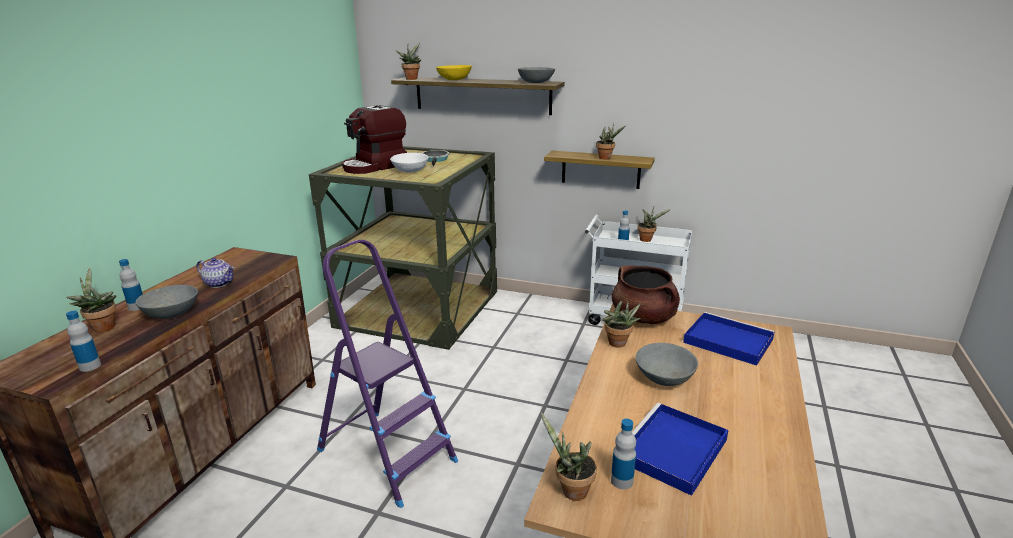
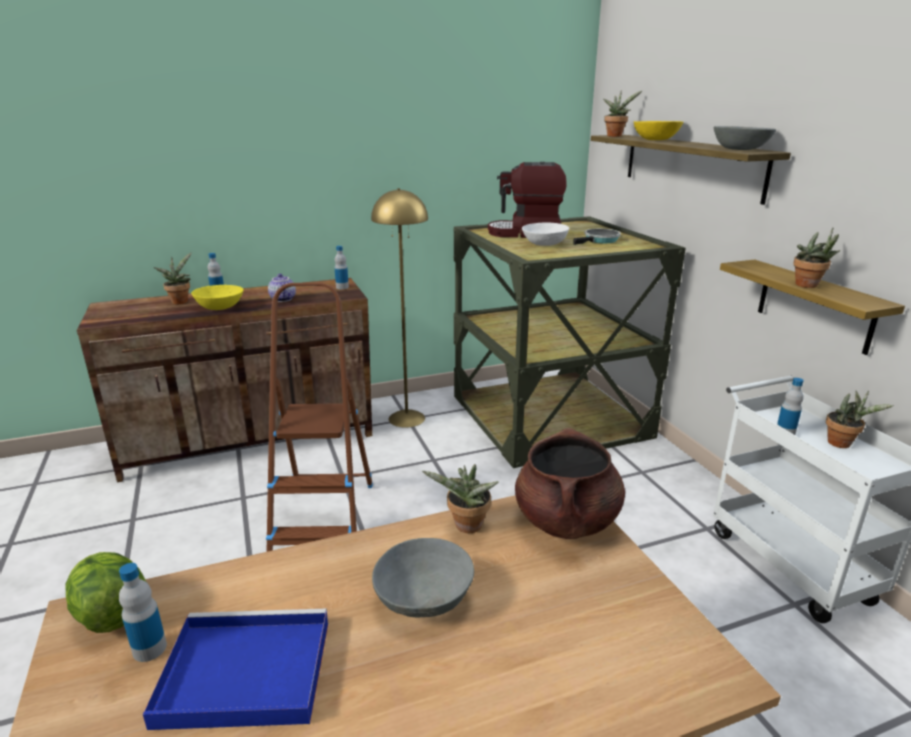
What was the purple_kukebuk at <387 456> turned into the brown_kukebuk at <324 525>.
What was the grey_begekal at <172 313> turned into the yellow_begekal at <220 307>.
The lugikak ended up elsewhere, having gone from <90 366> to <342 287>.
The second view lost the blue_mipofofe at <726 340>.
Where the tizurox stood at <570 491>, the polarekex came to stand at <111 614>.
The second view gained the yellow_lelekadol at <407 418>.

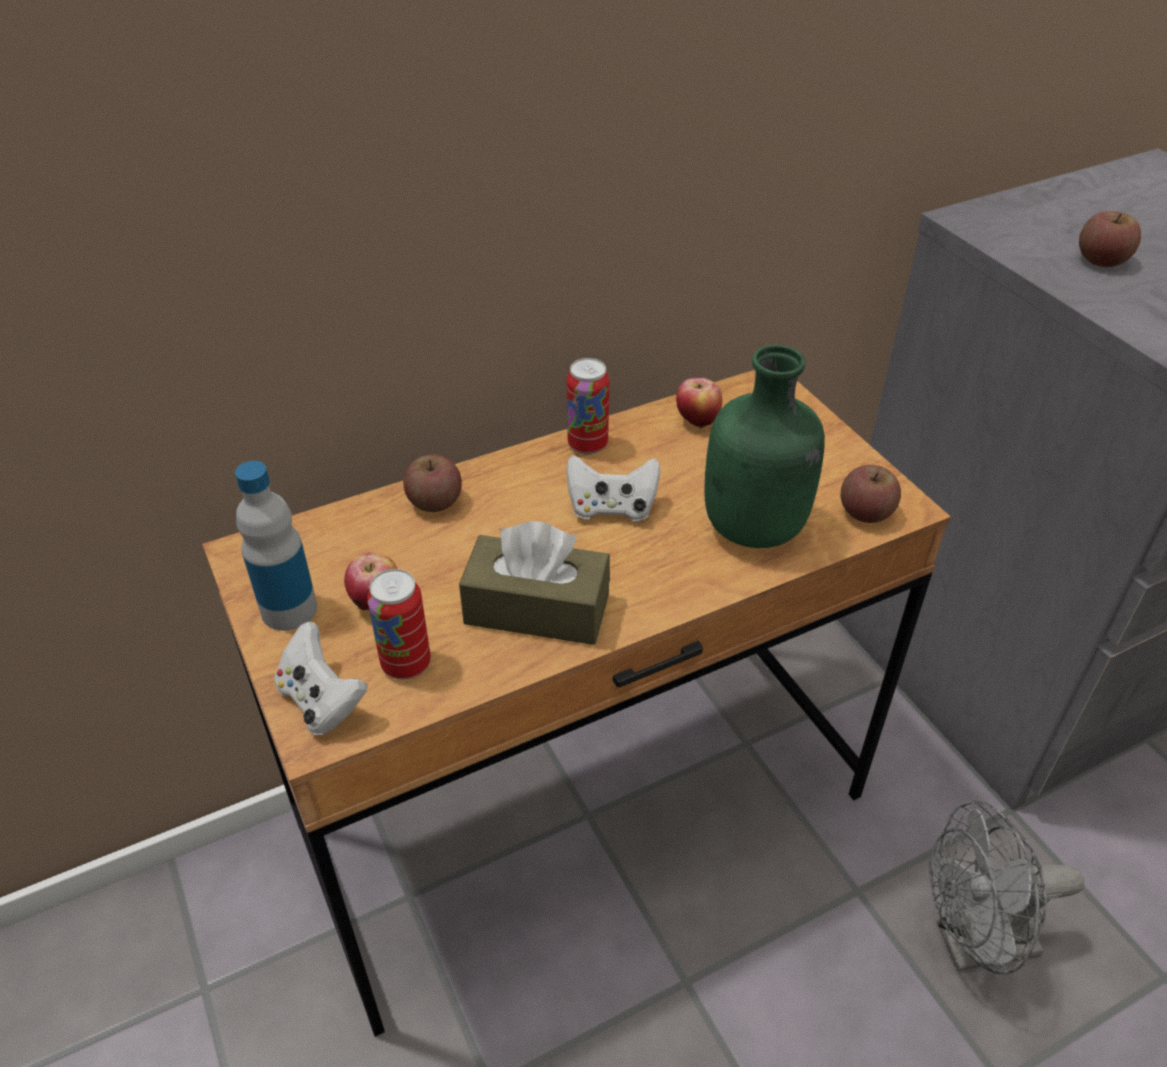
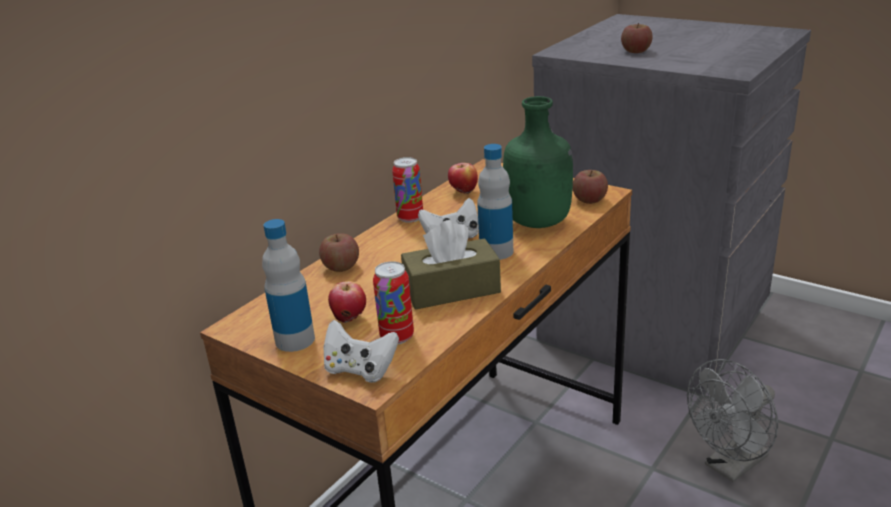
The second view gained the lugikak at <496 251>.

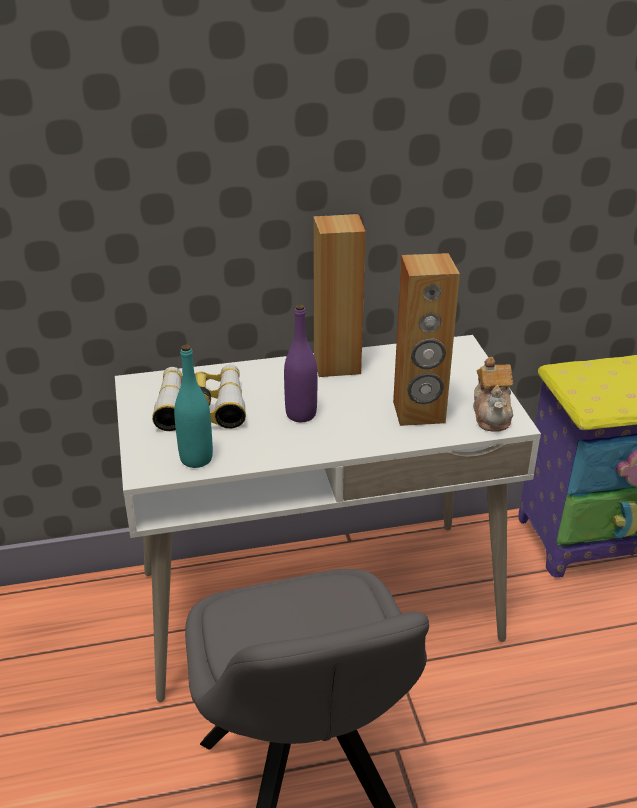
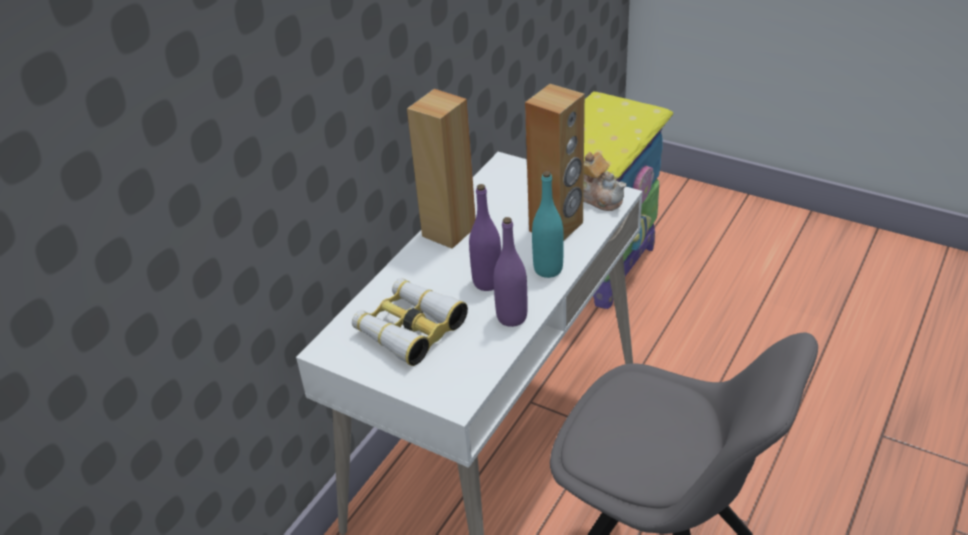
The turquoise_lugikak ended up elsewhere, having gone from <196 459> to <548 269>.
The second view gained the purple_lugikak at <512 317>.

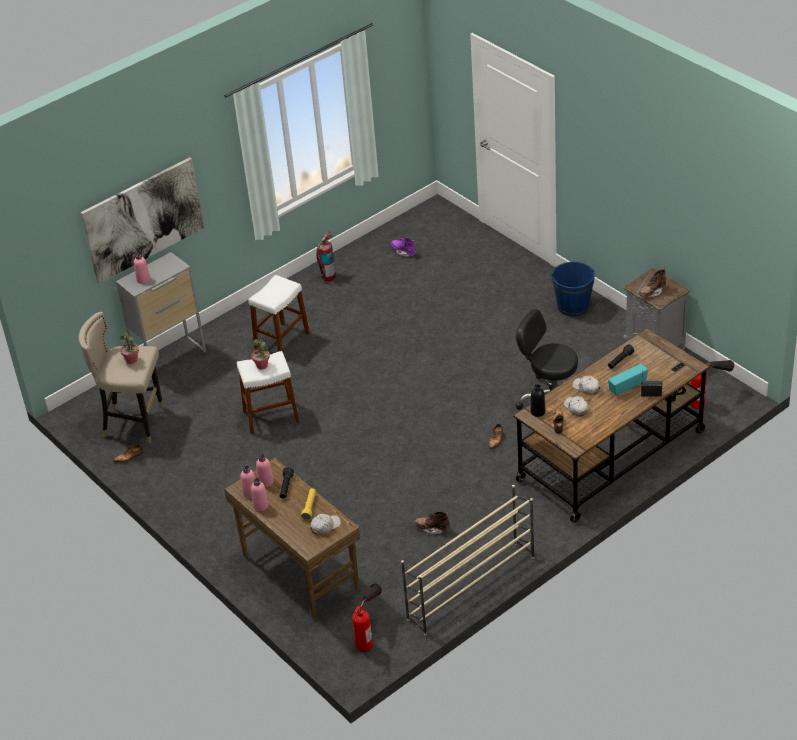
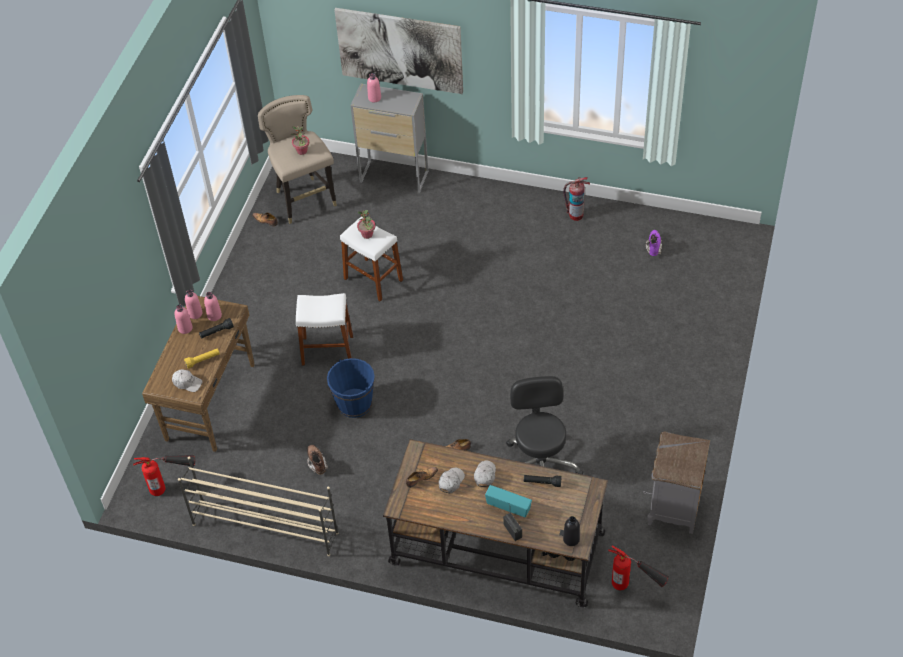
The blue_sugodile ended up elsewhere, having gone from <573 306> to <354 404>.
The second view lost the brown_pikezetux at <652 292>.
The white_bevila ended up elsewhere, having gone from <282 341> to <327 350>.
The black_lugikak ended up elsewhere, having gone from <538 412> to <571 539>.

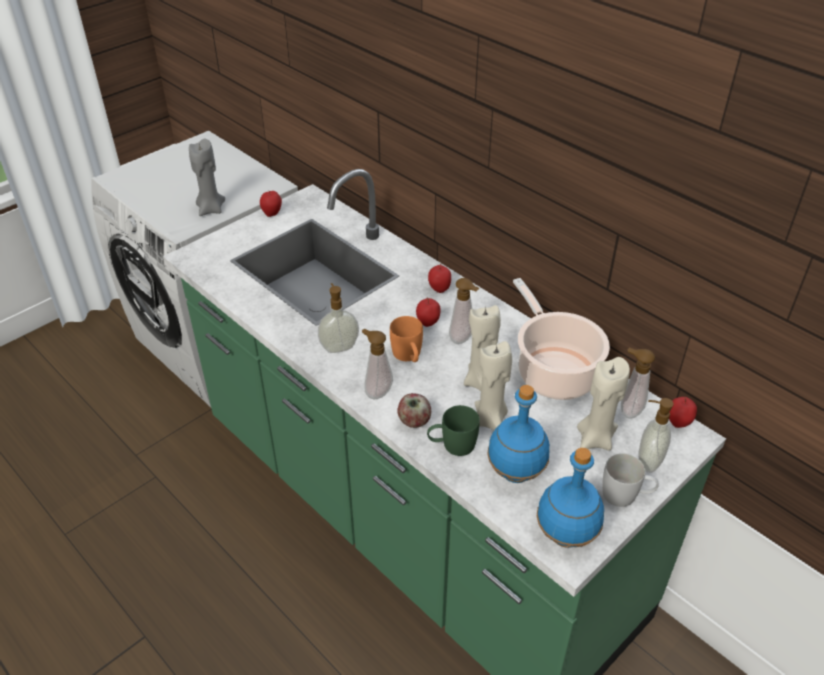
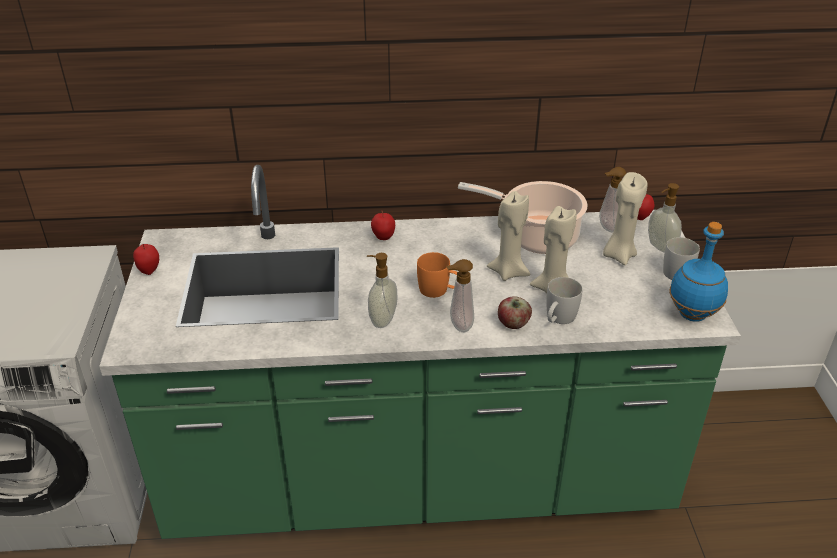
The second view lost the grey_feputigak at <210 209>.
The second view lost the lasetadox at <463 339>.
The second view lost the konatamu at <428 323>.
The second view lost the blue_lugikak at <516 473>.
What was the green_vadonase at <452 445> turned into the white_vadonase at <558 319>.

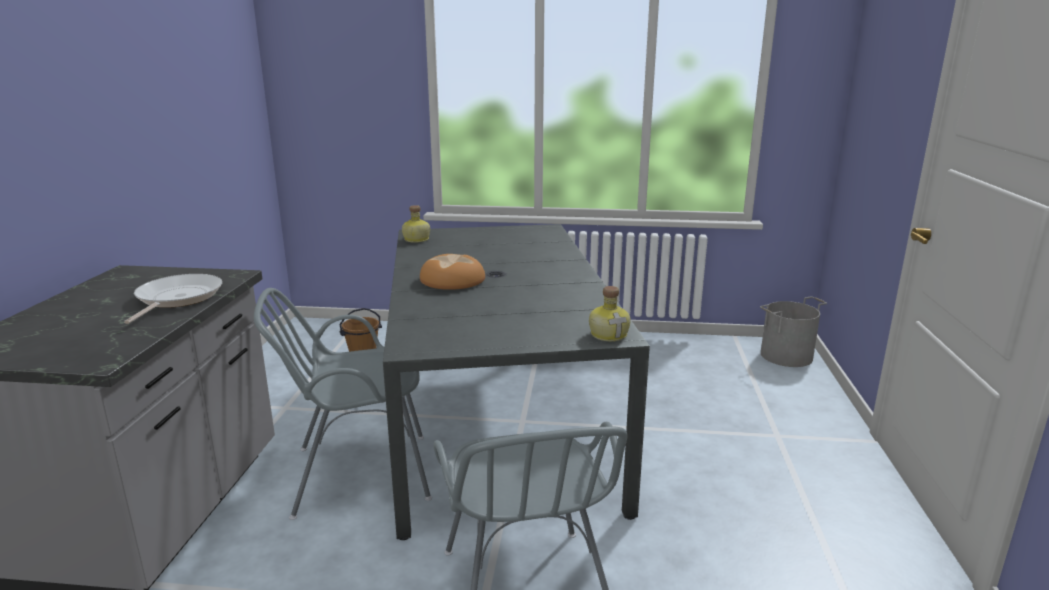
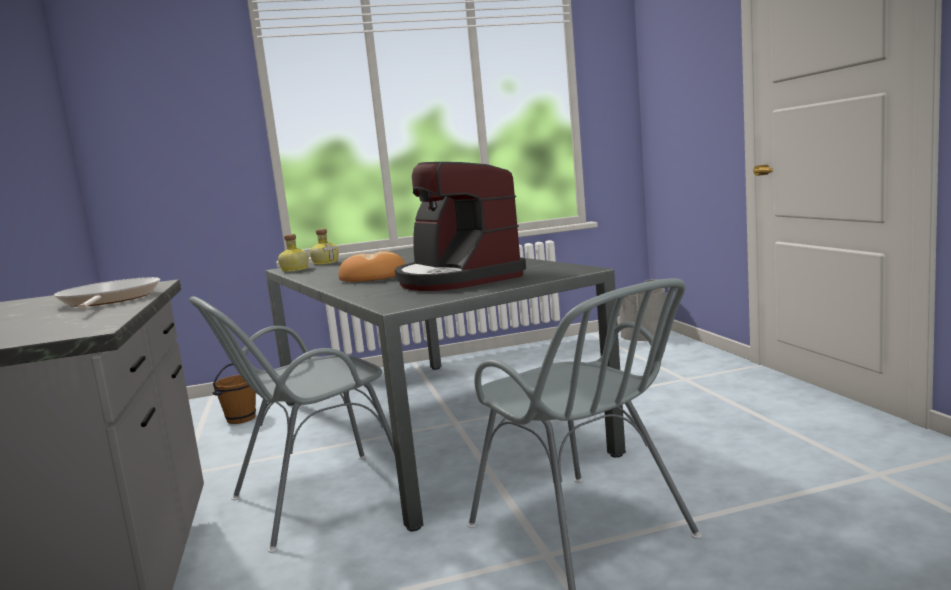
The lugikak ended up elsewhere, having gone from <609 334> to <326 263>.
The second view gained the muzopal at <457 279>.

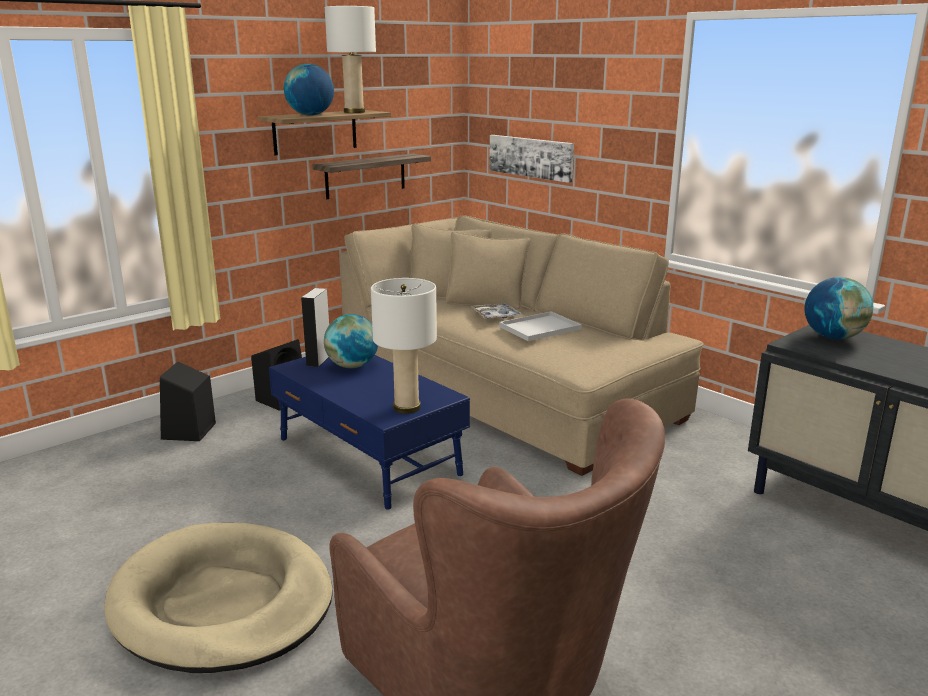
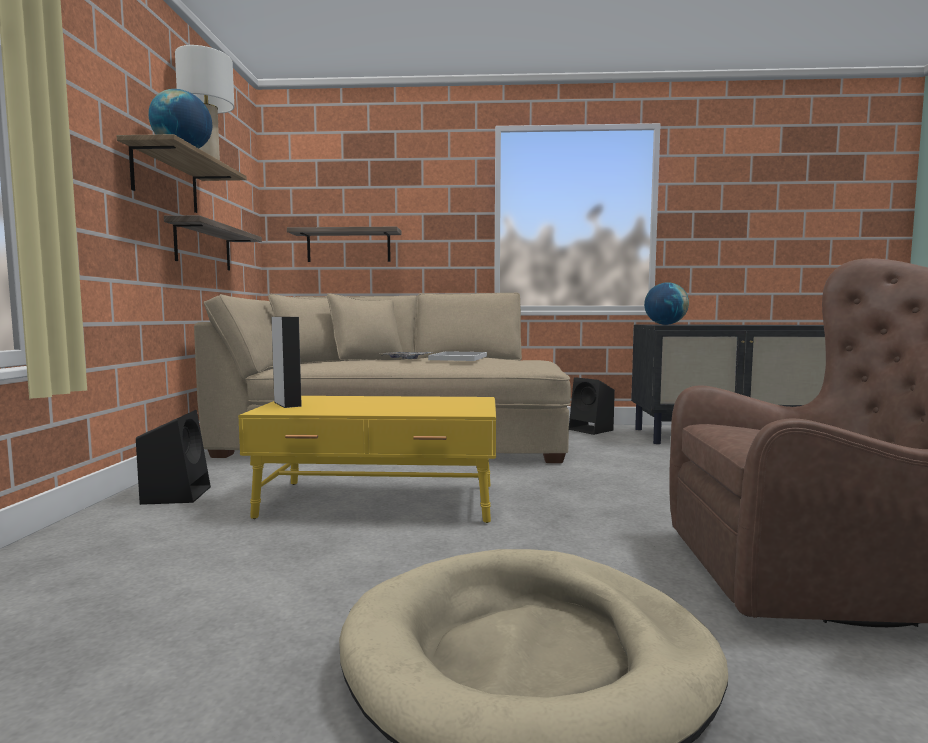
Where the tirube hung at <531 157>, the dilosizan came to hang at <348 246>.
The second view lost the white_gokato at <406 408>.
The second view lost the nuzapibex at <352 366>.
What was the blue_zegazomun at <369 457> turned into the yellow_zegazomun at <382 501>.
The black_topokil ended up elsewhere, having gone from <188 432> to <592 430>.

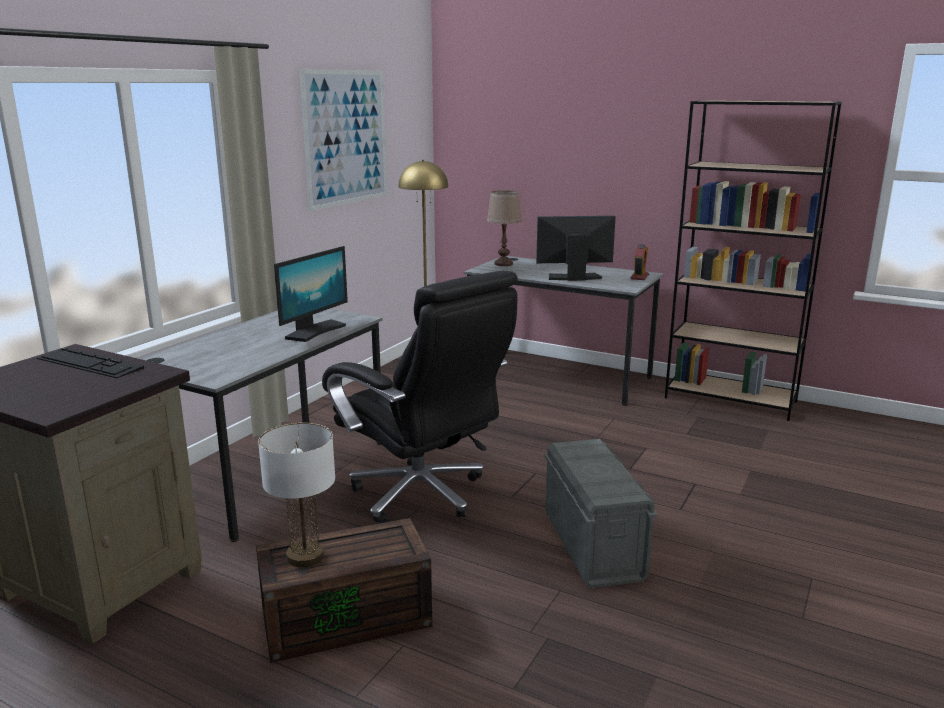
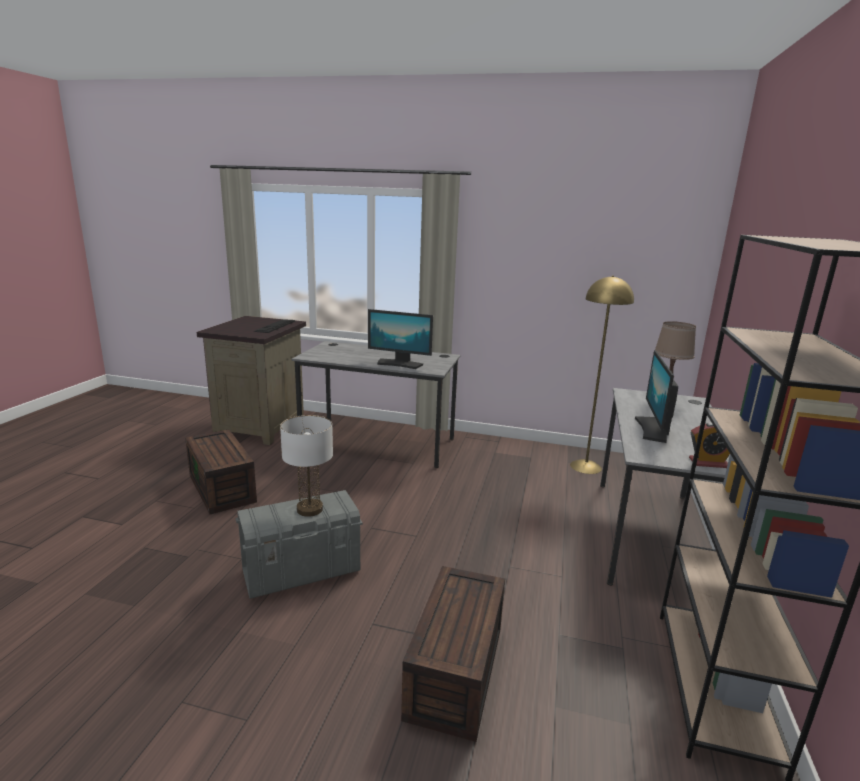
The second view lost the tirube at <346 138>.
The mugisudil at <574 277> ended up facing another way, 150 degrees counterclockwise from before.
The second view lost the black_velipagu at <424 497>.
The gokato ended up elsewhere, having gone from <305 556> to <310 509>.
The second view gained the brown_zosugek at <457 673>.

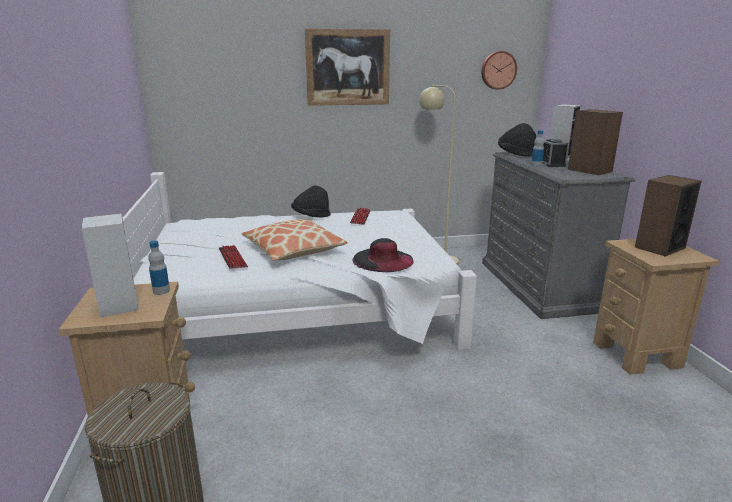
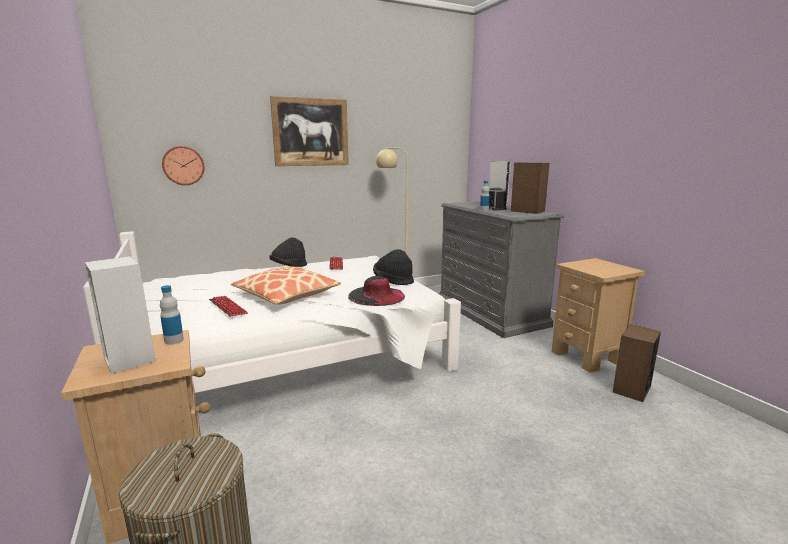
The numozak ended up elsewhere, having gone from <498 70> to <183 165>.
The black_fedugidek ended up elsewhere, having gone from <516 154> to <393 281>.
The topokil ended up elsewhere, having gone from <659 247> to <631 389>.

